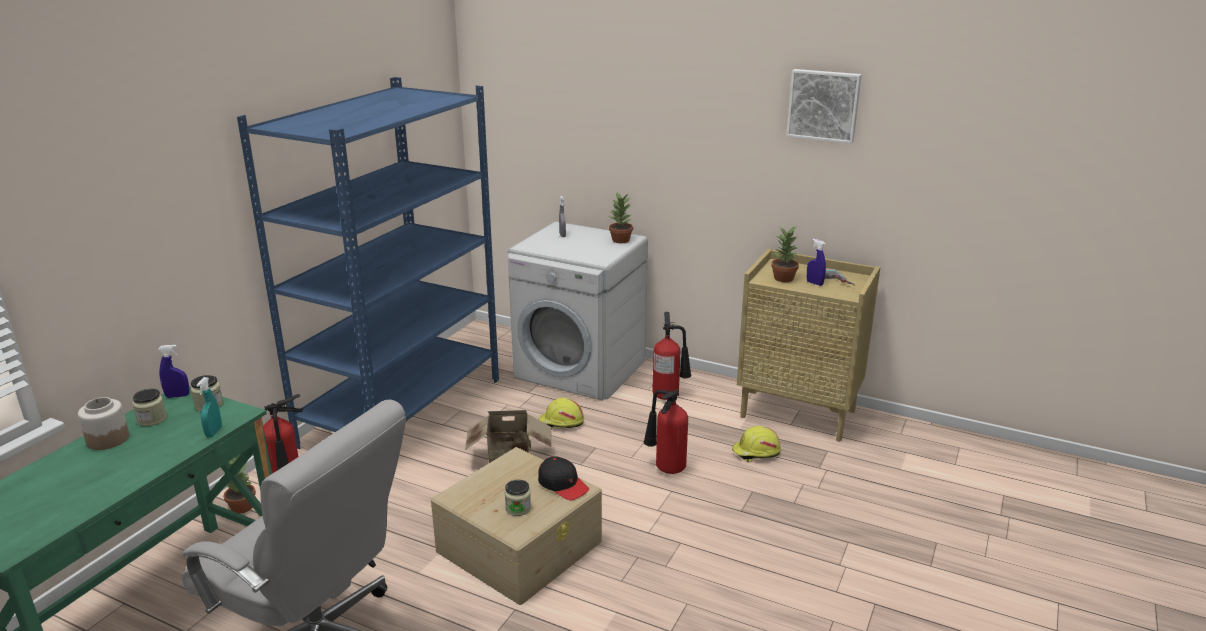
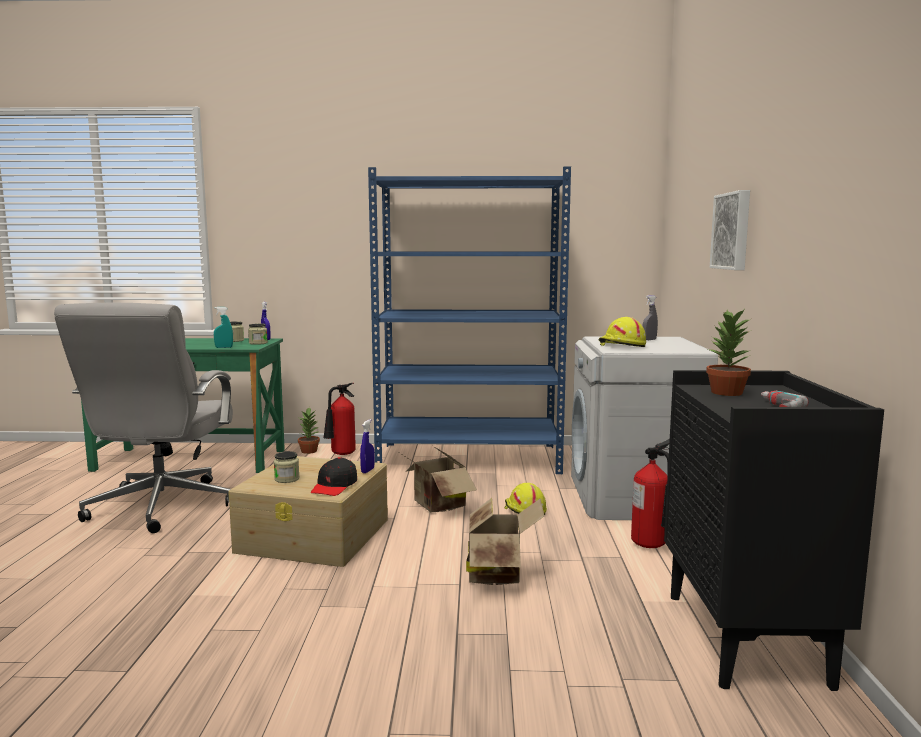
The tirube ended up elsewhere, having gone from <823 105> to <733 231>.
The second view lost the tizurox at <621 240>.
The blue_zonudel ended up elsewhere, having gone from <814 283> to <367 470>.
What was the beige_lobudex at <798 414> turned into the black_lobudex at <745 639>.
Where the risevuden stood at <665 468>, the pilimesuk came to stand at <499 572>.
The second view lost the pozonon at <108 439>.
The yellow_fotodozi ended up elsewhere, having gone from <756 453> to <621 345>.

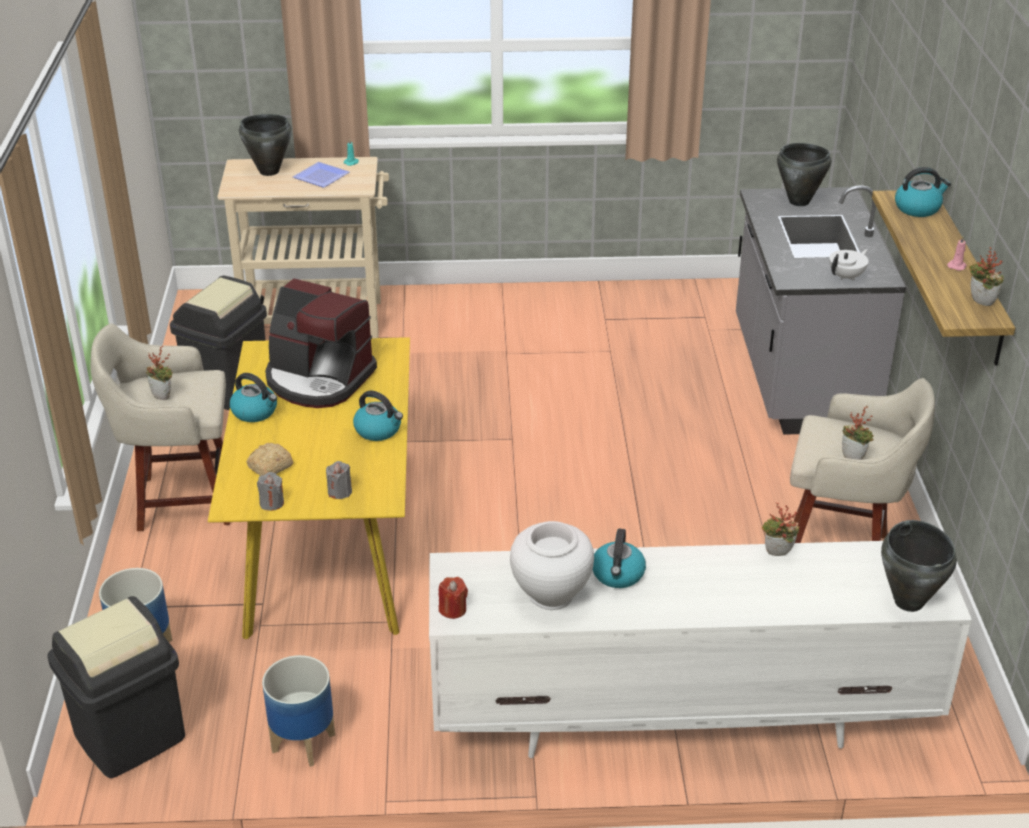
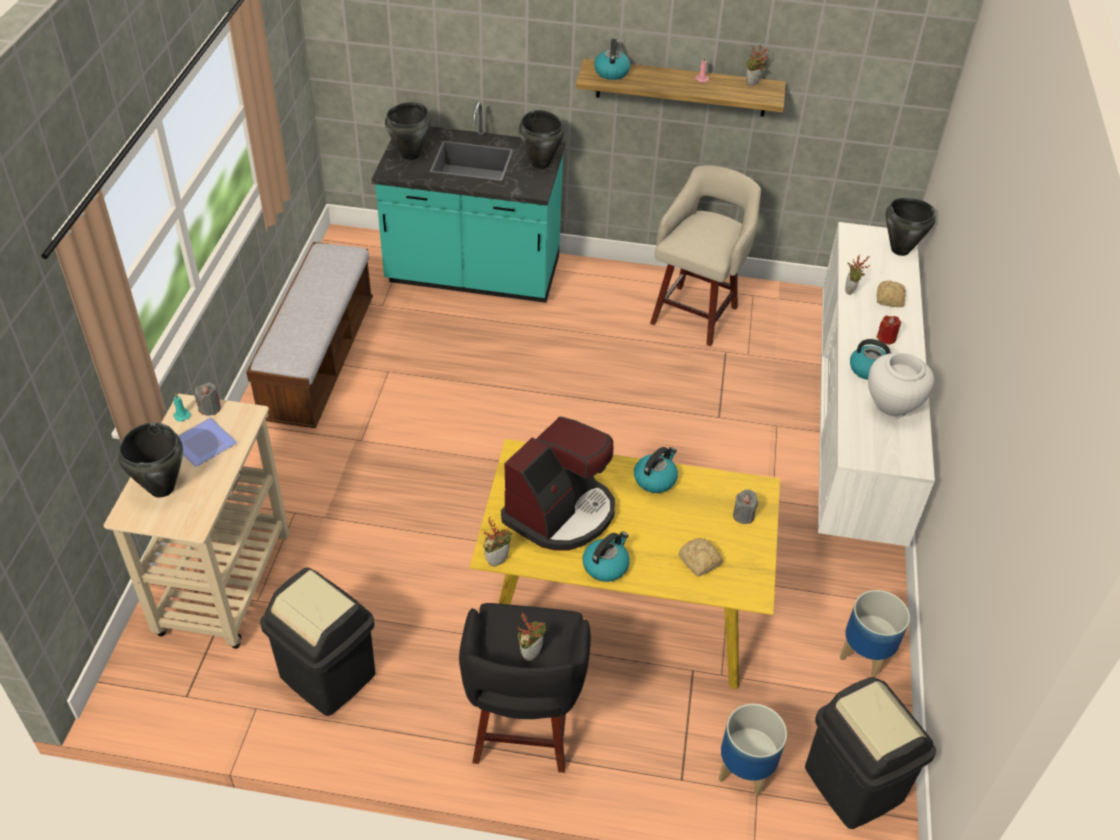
What was the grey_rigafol at <799 377> turned into the turquoise_rigafol at <473 274>.
Where the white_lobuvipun stood at <847 276>, the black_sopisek came to stand at <540 163>.
What was the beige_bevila at <180 501> turned into the black_bevila at <522 730>.
The tizurox ended up elsewhere, having gone from <854 458> to <497 559>.
The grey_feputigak ended up elsewhere, having gone from <272 503> to <210 408>.
The red_feputigak ended up elsewhere, having gone from <453 609> to <886 338>.
The second view gained the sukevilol at <319 361>.
The second view gained the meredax at <889 299>.

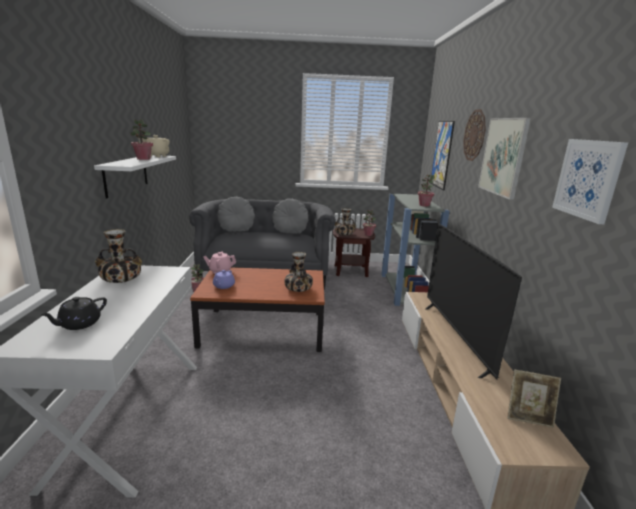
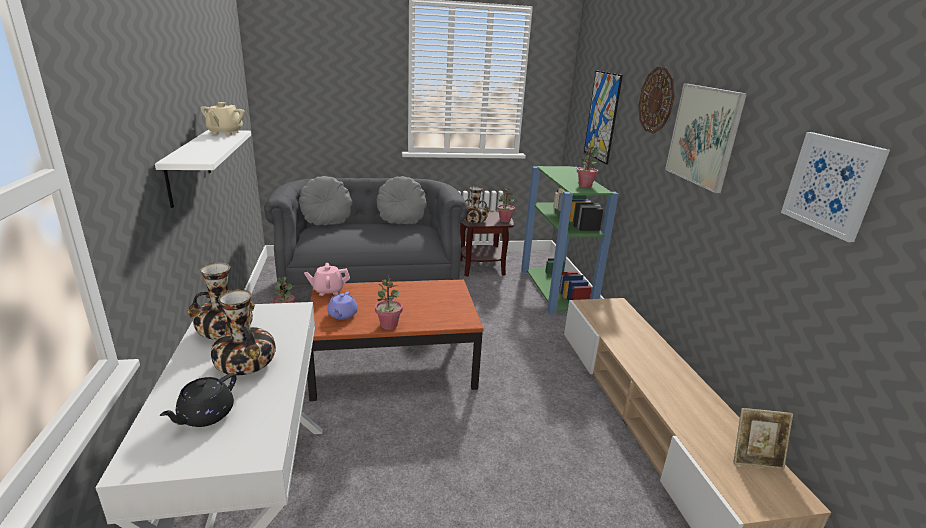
The tizurox ended up elsewhere, having gone from <143 159> to <388 325>.
What was the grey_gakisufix at <405 289> turned into the green_gakisufix at <556 290>.
The second view lost the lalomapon at <456 338>.
The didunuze ended up elsewhere, having gone from <298 289> to <246 365>.

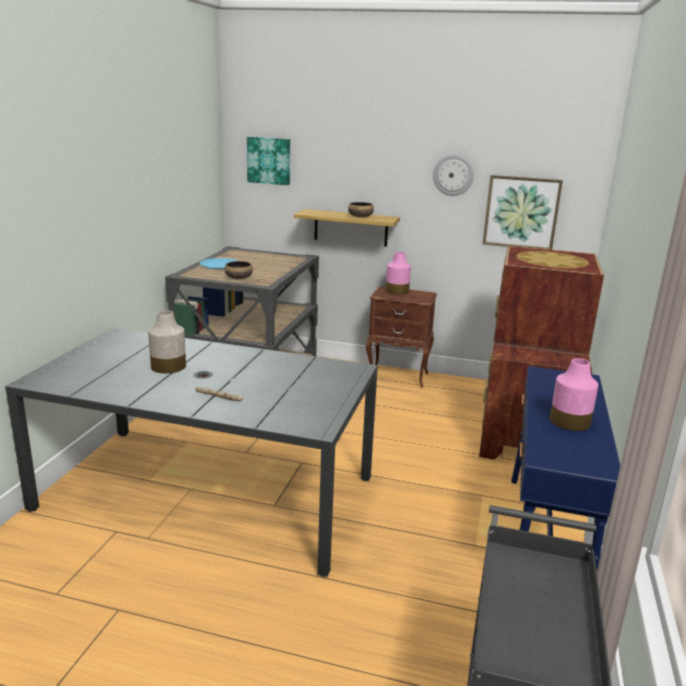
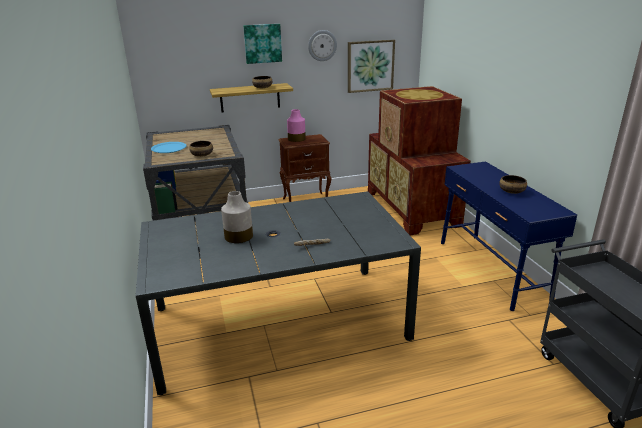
The tirube ended up elsewhere, having gone from <269 160> to <262 43>.
Where the pink_didunuze stood at <569 421>, the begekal came to stand at <511 191>.

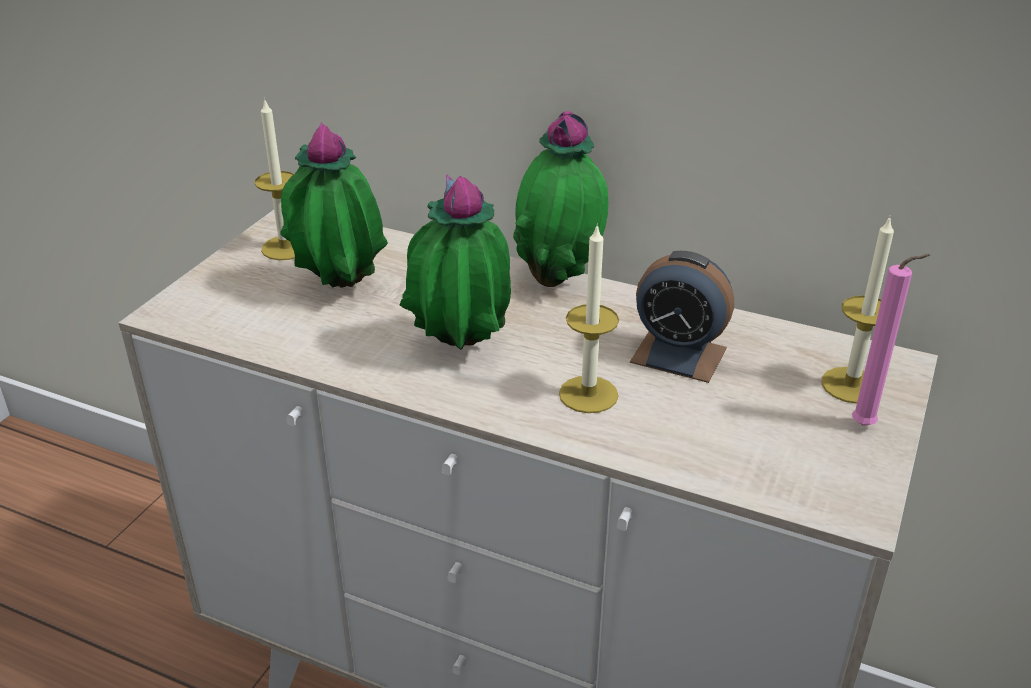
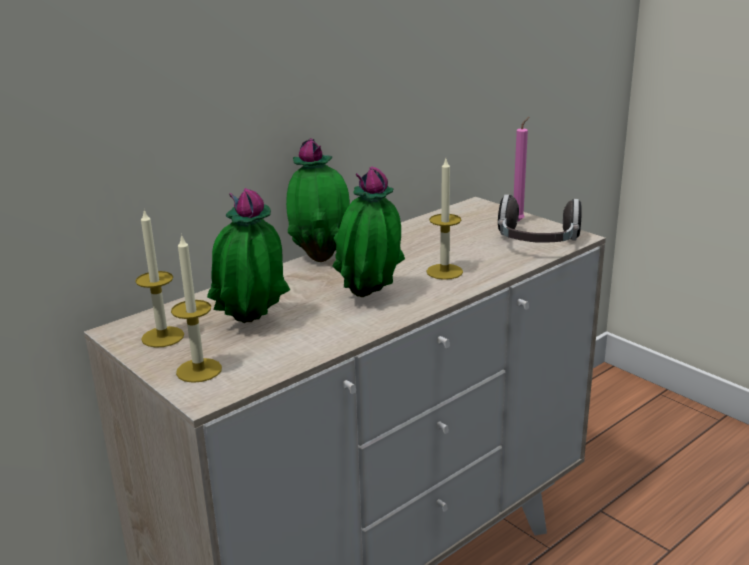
The feputigak ended up elsewhere, having gone from <851 385> to <199 370>.
The second view lost the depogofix at <678 355>.
The second view gained the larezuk at <537 244>.

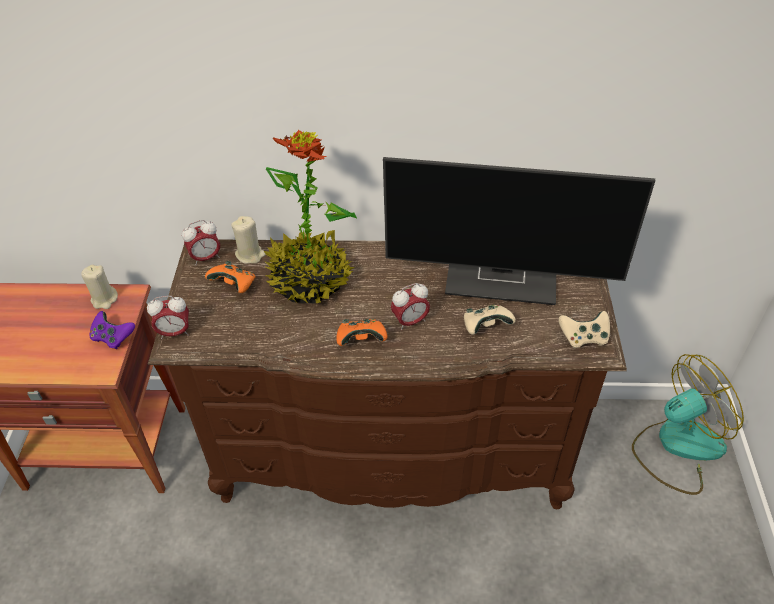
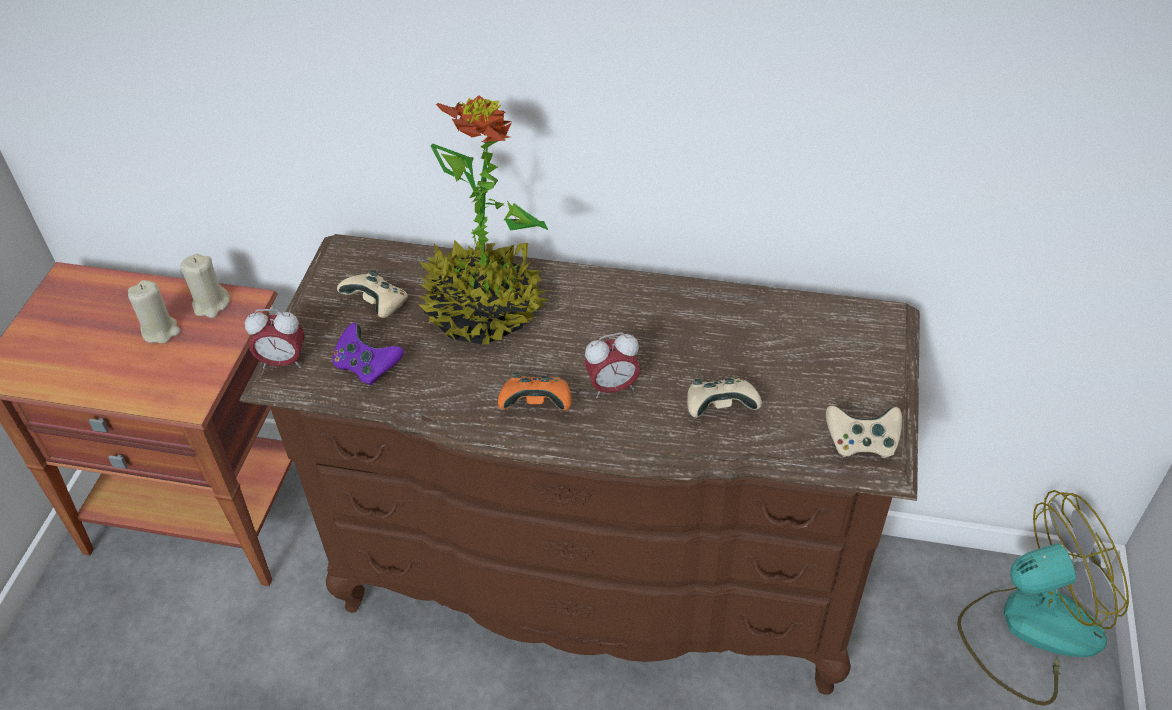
The second view lost the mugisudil at <504 277>.
The beige_feputigak ended up elsewhere, having gone from <250 255> to <160 331>.
The second view lost the depogofix at <206 258>.
What was the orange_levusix at <234 285> turned into the beige_levusix at <378 306>.
The purple_levusix ended up elsewhere, having gone from <113 338> to <367 367>.

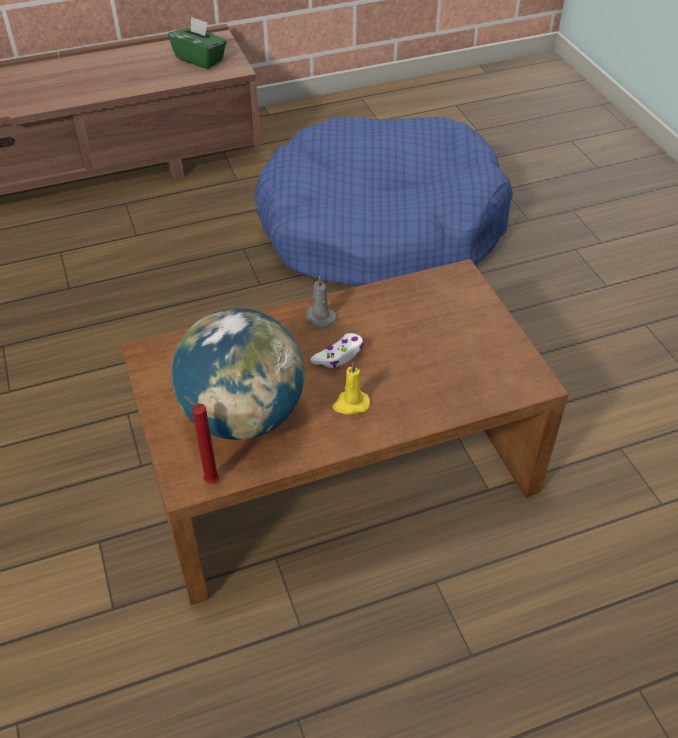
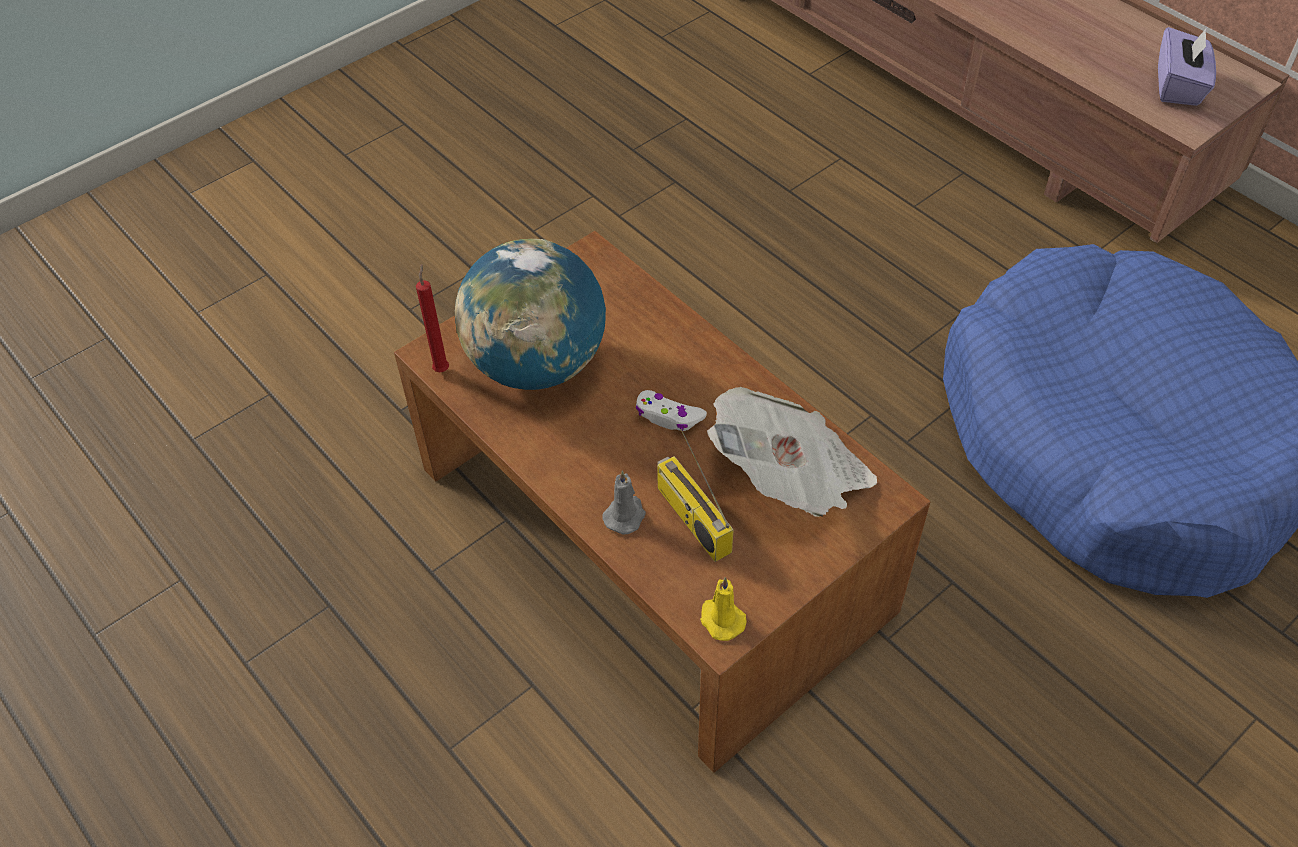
What was the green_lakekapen at <200 59> turned into the purple_lakekapen at <1178 86>.
The grey_feputigak ended up elsewhere, having gone from <319 317> to <625 515>.
The yellow_feputigak ended up elsewhere, having gone from <350 404> to <721 619>.
The second view gained the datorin at <791 478>.
The second view gained the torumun at <691 519>.

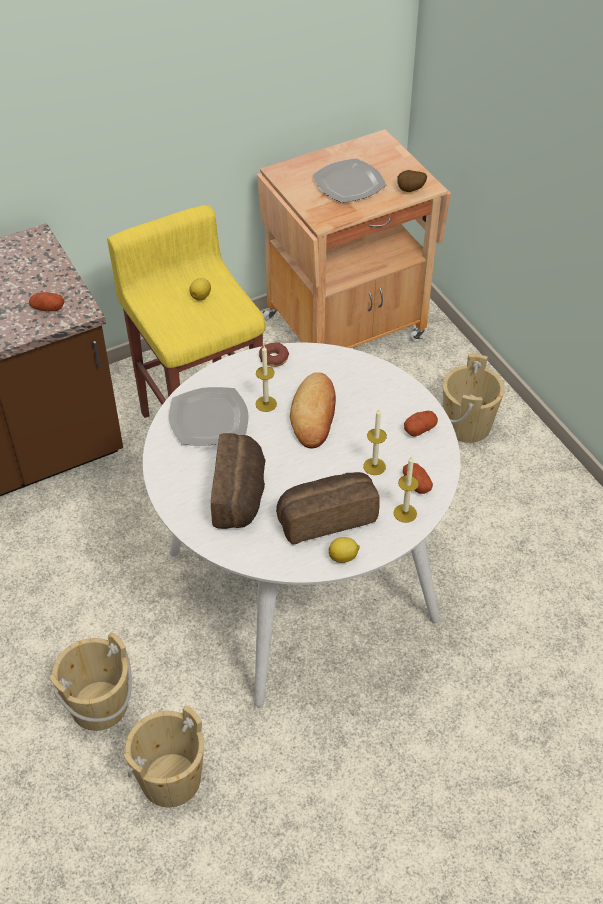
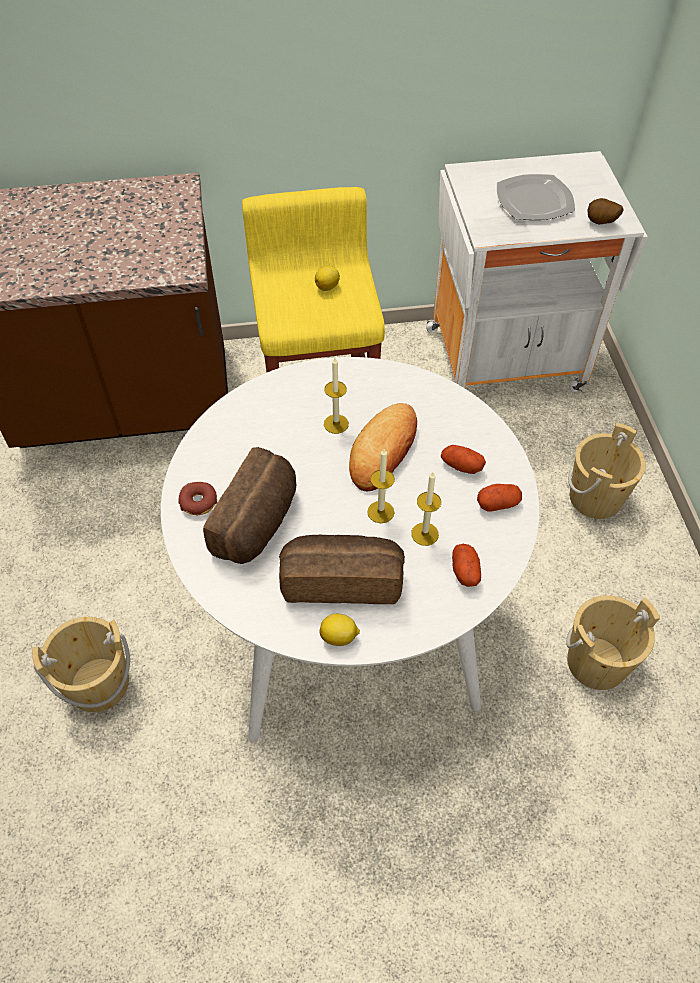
What was the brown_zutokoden at <346 328> turned into the white_zutokoden at <507 359>.
The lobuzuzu ended up elsewhere, having gone from <47 308> to <461 466>.
The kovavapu ended up elsewhere, having gone from <274 358> to <198 502>.
The second view lost the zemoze at <208 418>.
The feputigak ended up elsewhere, having gone from <405 513> to <380 512>.
The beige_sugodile ended up elsewhere, having gone from <171 779> to <596 662>.

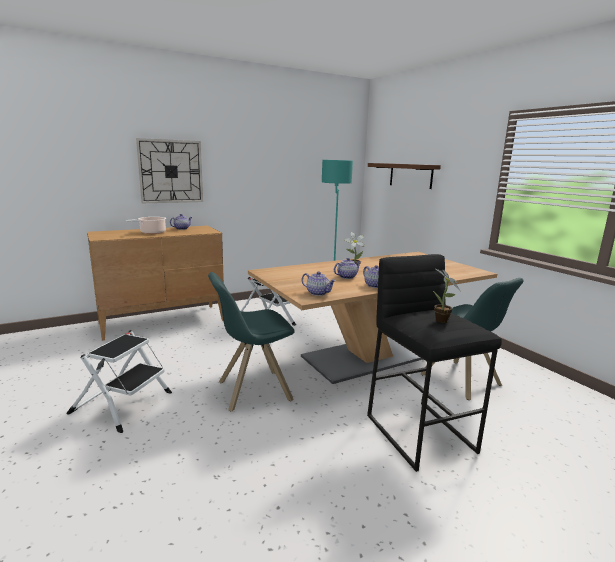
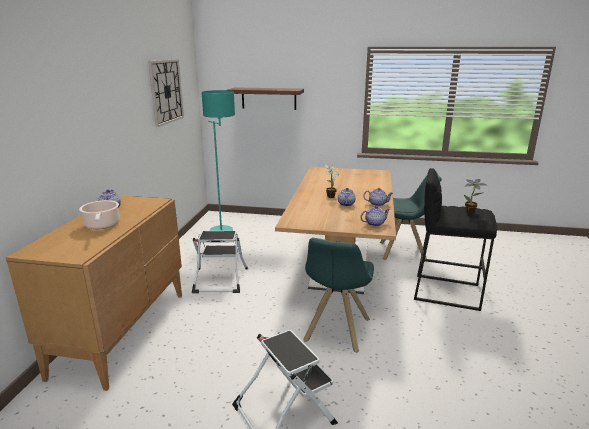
The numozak ended up elsewhere, having gone from <171 171> to <166 91>.

